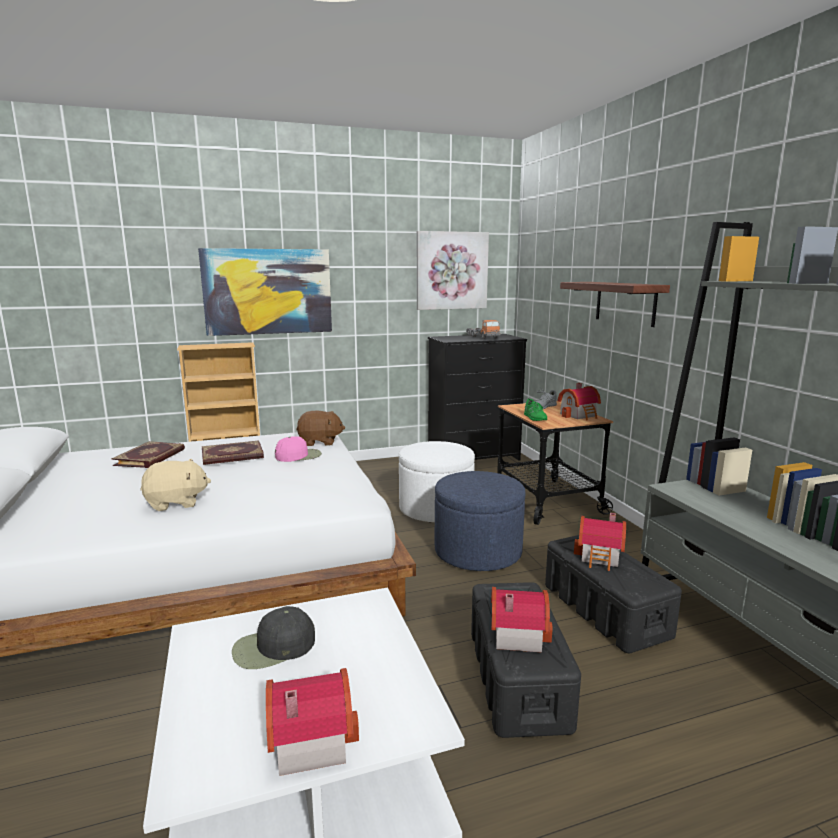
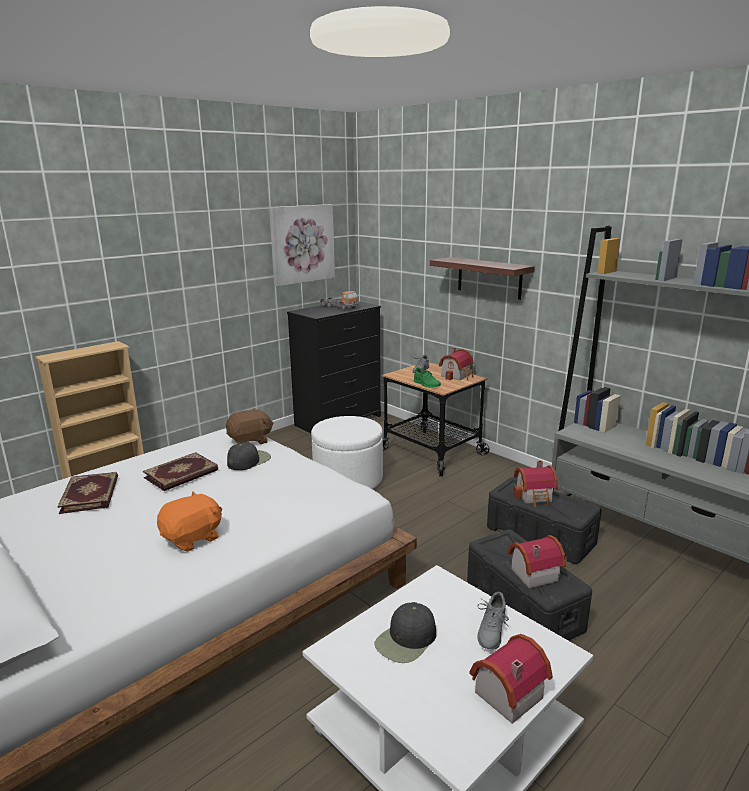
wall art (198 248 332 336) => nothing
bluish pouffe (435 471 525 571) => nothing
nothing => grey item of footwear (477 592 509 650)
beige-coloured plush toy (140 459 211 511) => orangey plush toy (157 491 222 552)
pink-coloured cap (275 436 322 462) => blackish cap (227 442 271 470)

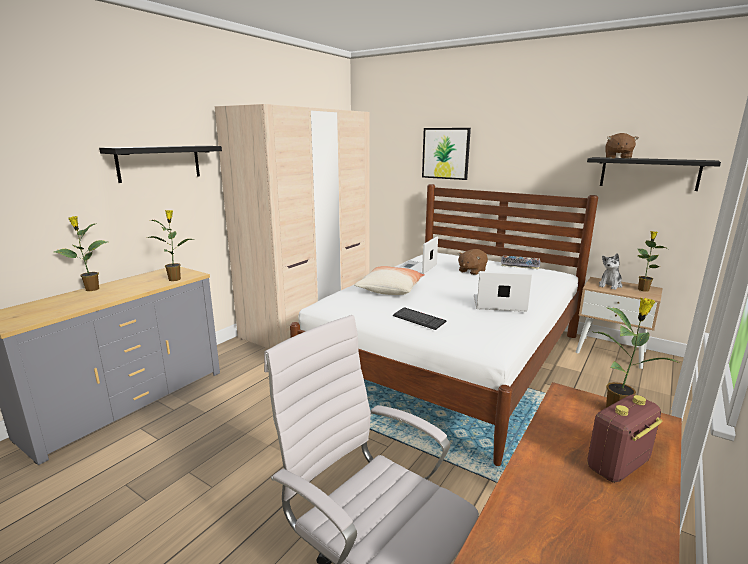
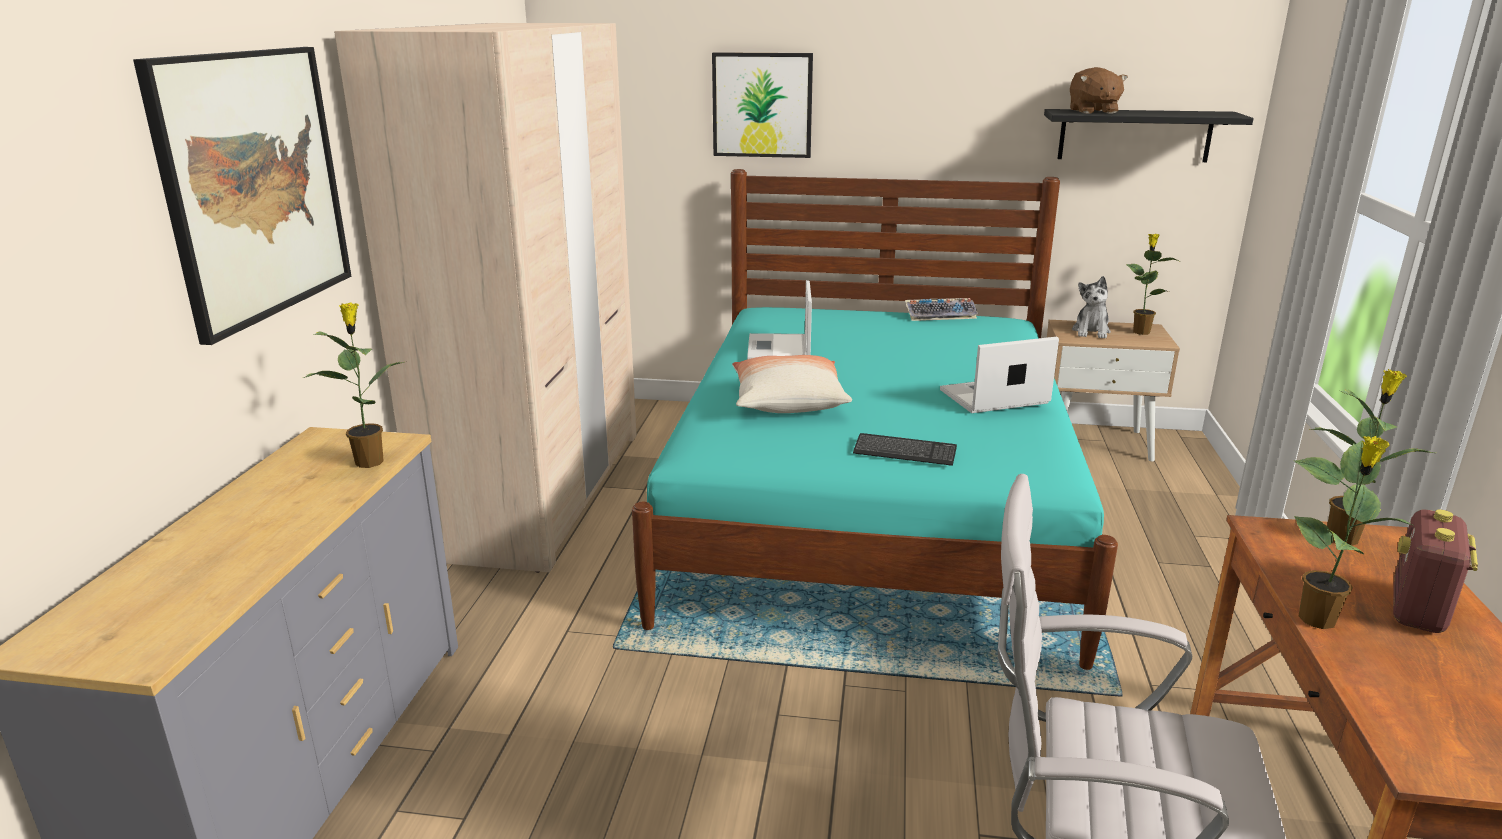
brown-coloured plush toy (458 249 488 275) => nothing
potted plant (54 216 108 291) => potted plant (1294 436 1412 629), relocated
blackish bracket shelf (99 146 222 183) => wall art (133 47 351 345)
whitish sleeping bed (290 184 598 466) => blue-green sleeping bed (632 169 1118 670)

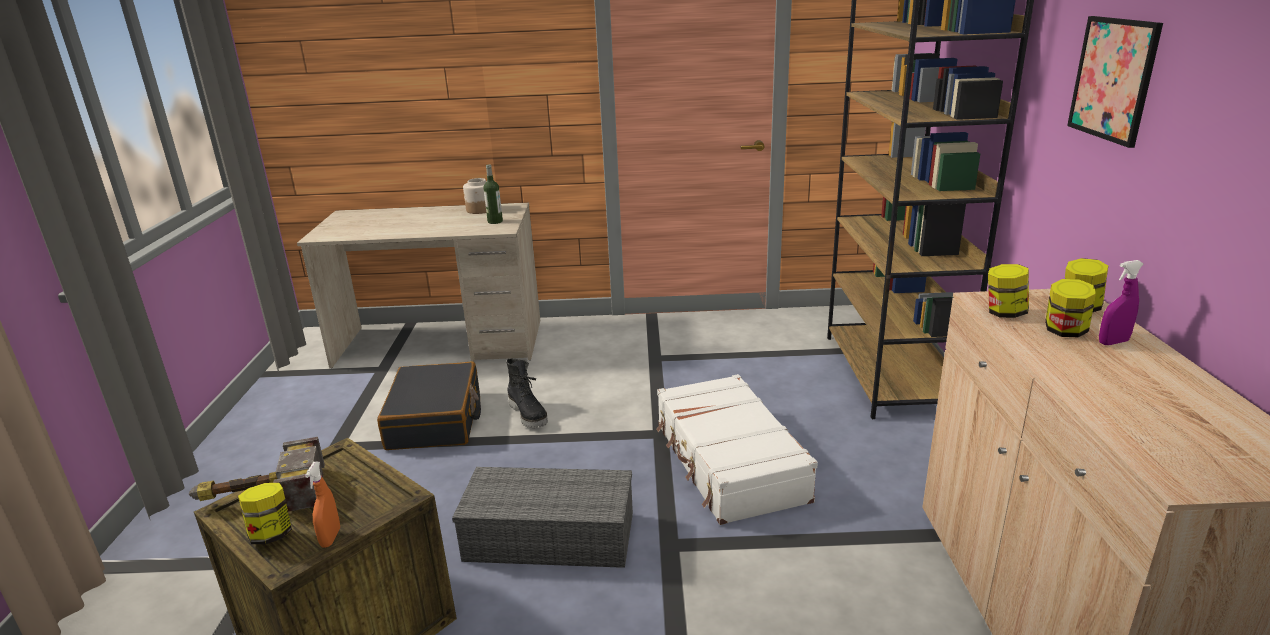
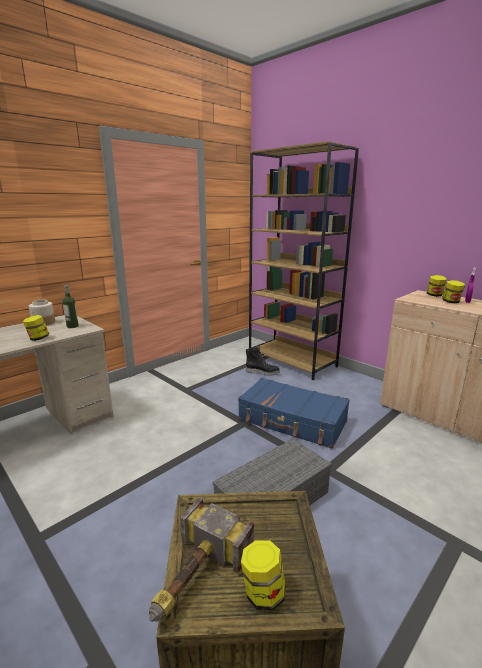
orangey hand sprayer (305 462 340 548) => nothing
blackish piece of luggage (377 361 481 450) => nothing
wall art (1067 16 1163 148) => nothing
blackish boot (506 358 548 428) => blackish boot (246 347 280 376), relocated
storage jar (988 264 1029 318) => storage jar (23 315 49 341), relocated
whitish piece of luggage (656 374 818 525) => bluish piece of luggage (238 377 350 449)

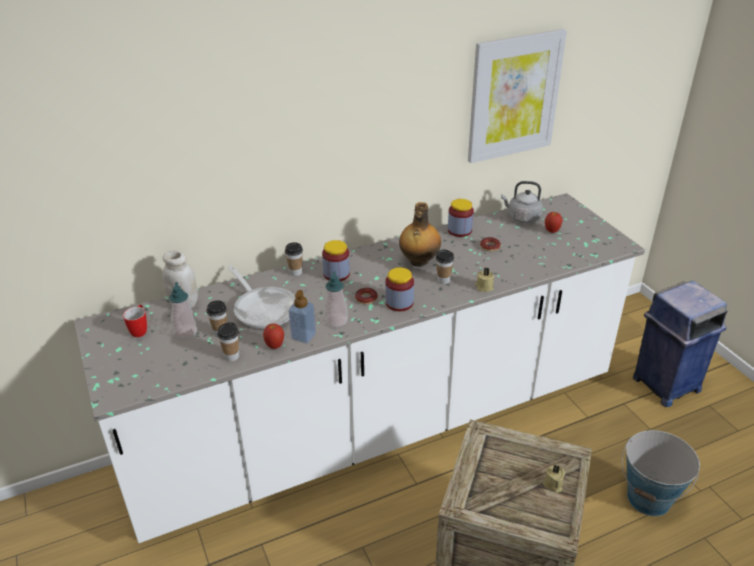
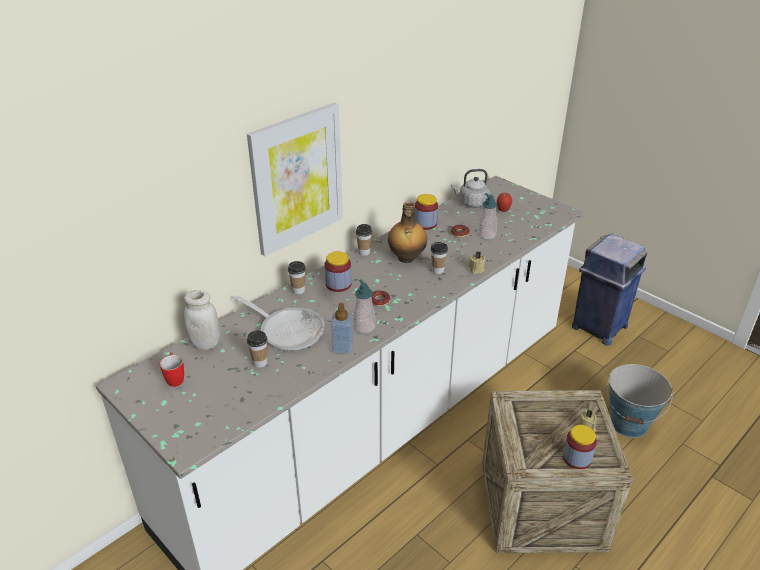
apple (263 324 284 349) => nothing
soap bottle (169 282 198 339) => soap bottle (477 193 497 240), relocated
drinking cup (217 322 239 361) => drinking cup (356 224 372 256), relocated
storage jar (385 267 414 311) => storage jar (563 425 597 469), relocated
wall art (468 29 567 163) => wall art (247 103 343 256), relocated

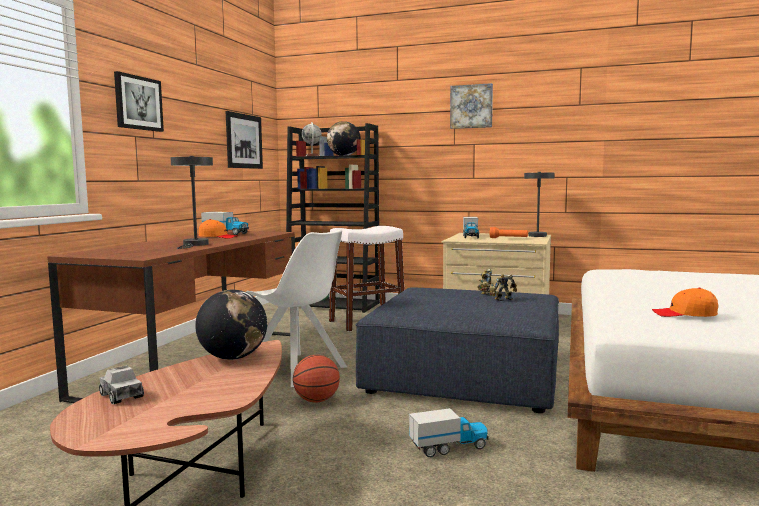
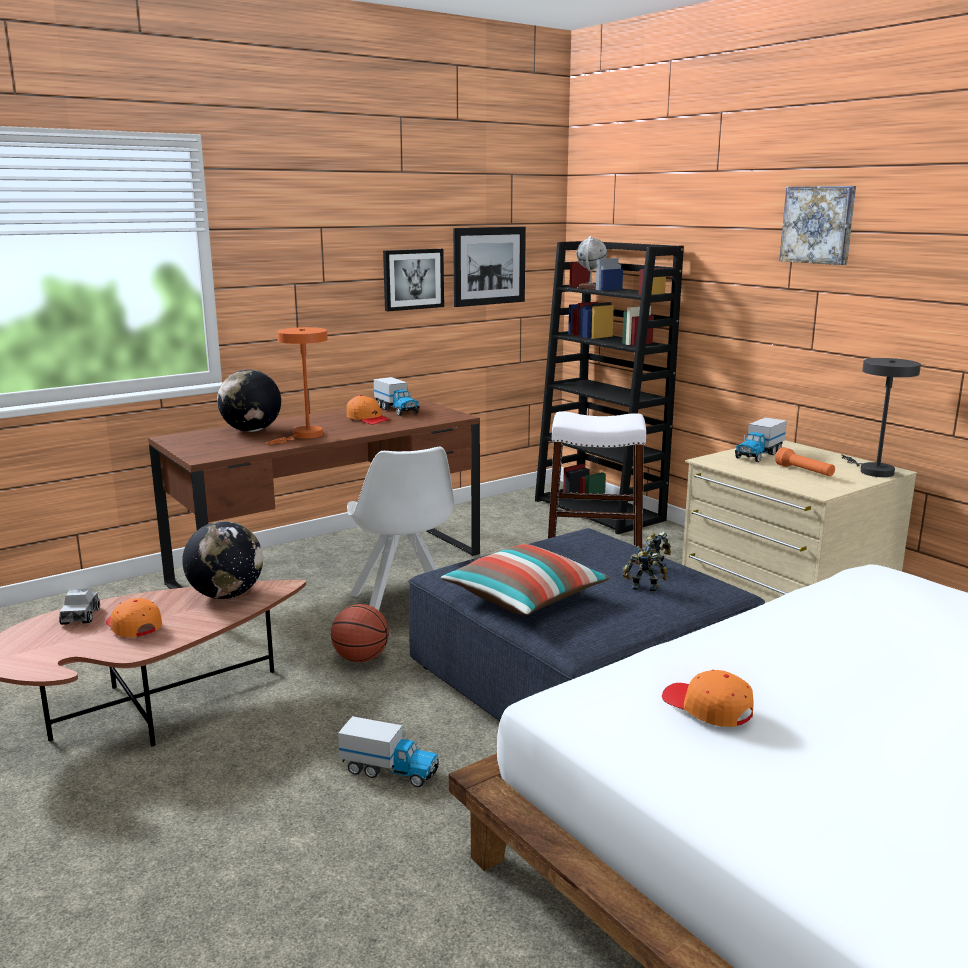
nothing => orangey cap (106 598 162 637)
nothing => throw pillow (441 544 610 615)
wall art (114 71 164 132) => wall art (383 249 444 311), relocated
globe (327 121 361 156) => globe (217 370 281 432), relocated
grey tabletop lamp (171 156 213 249) => orangey tabletop lamp (266 327 328 445)

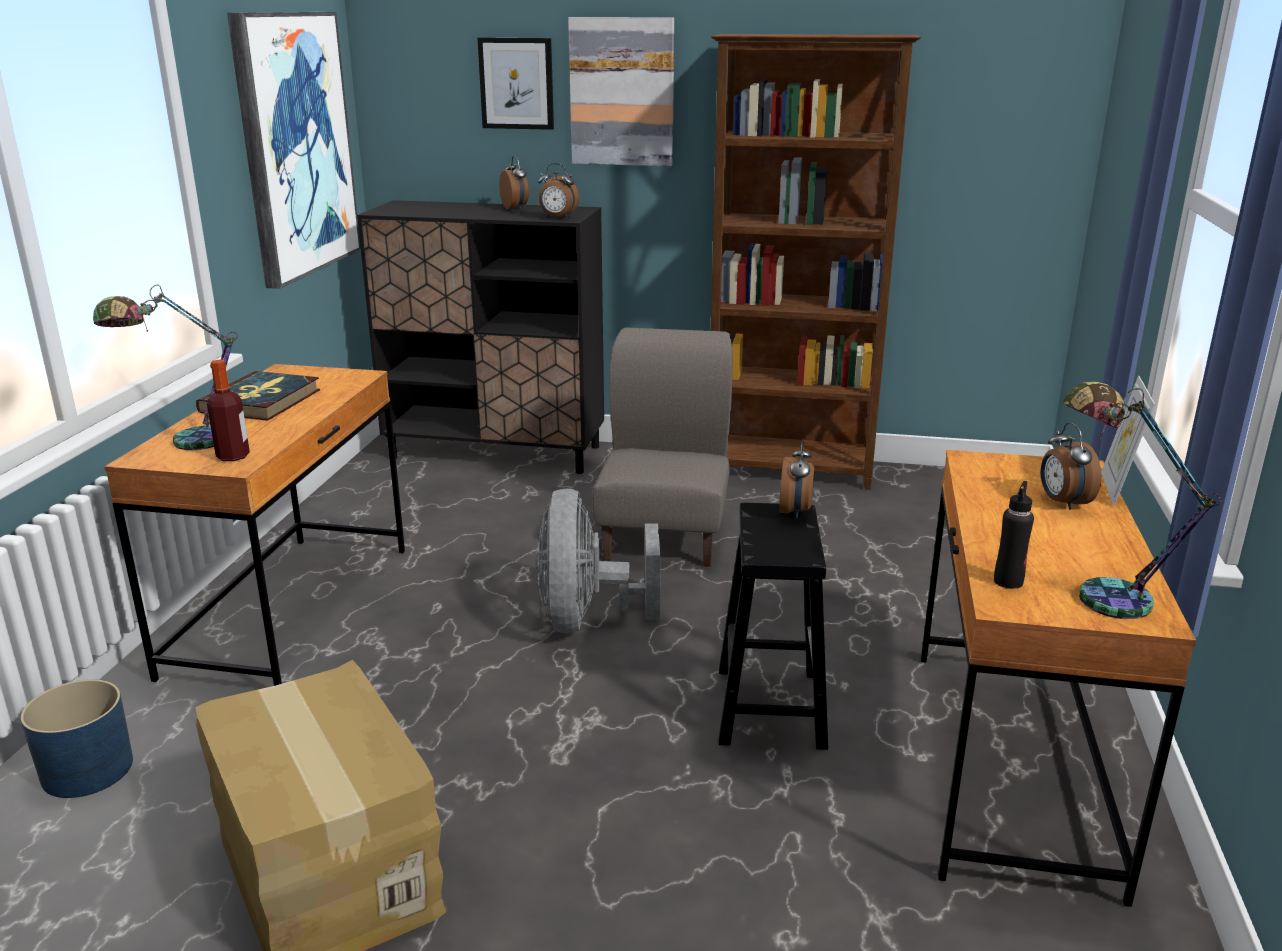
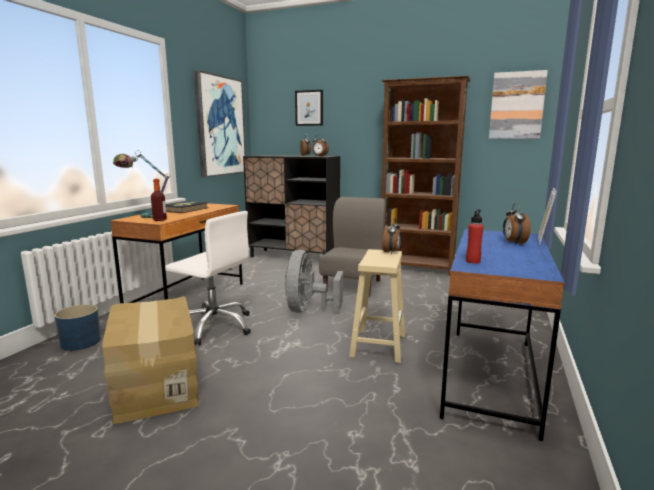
tabletop lamp (1063 381 1221 619) => nothing
nothing => whitish computer chair (165 211 251 346)
wall art (568 17 674 166) => wall art (489 70 548 139), relocated
blackish stool (719 503 828 750) => beige-coloured stool (349 249 405 363)
brown-coloured desk unit (921 450 1196 907) => bluish desk unit (440 229 565 441)
blackish beverage bottle (994 481 1034 589) => red beverage bottle (466 209 484 264)

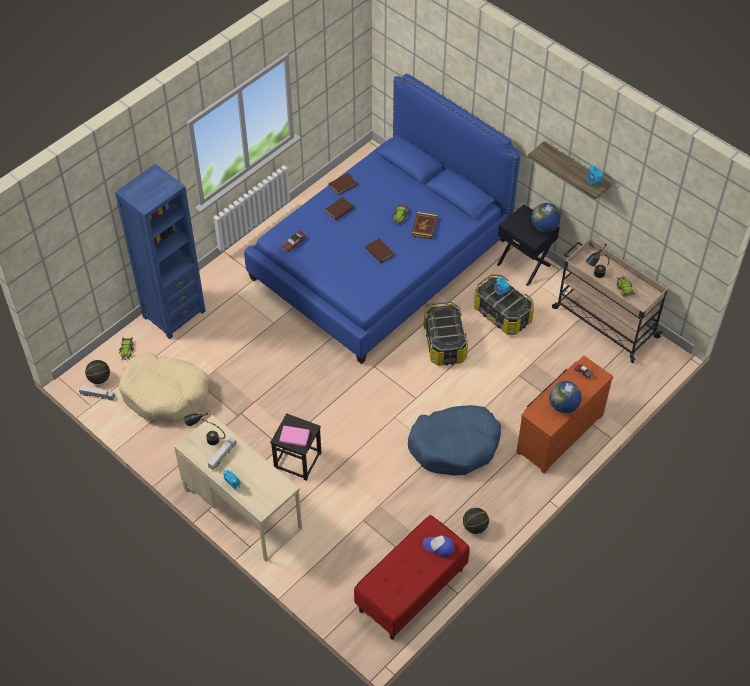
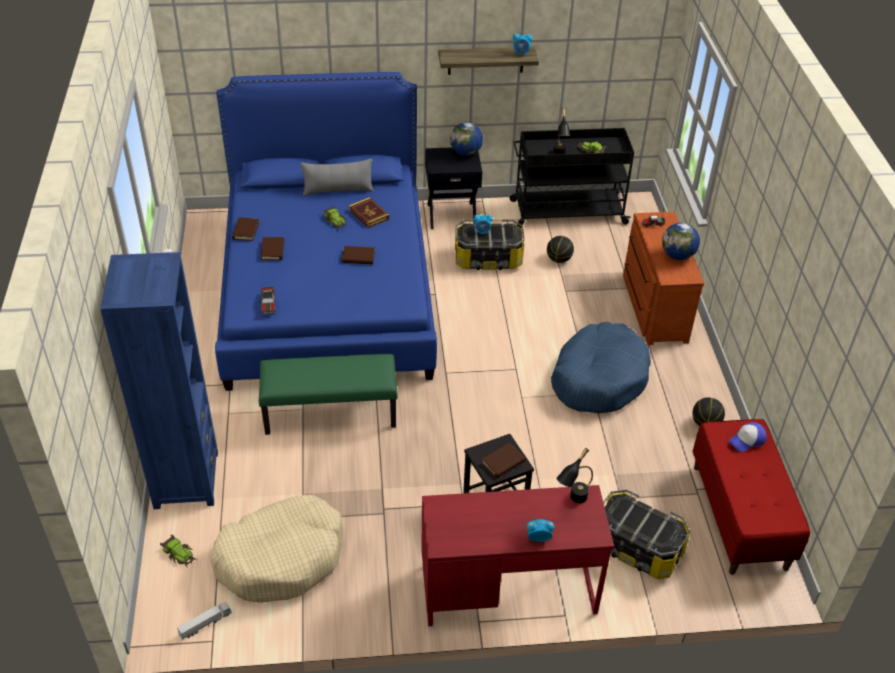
toy lorry (208 437 237 470) => nothing
nothing => green bench (259 354 398 435)
nothing => grey throw pillow (300 158 374 196)
basketball (85 360 110 384) => basketball (547 236 574 263), relocated
blackish tabletop lamp (184 411 226 445) => blackish tabletop lamp (556 448 593 503), relocated
storage container (424 301 468 366) => storage container (603 489 690 579), relocated
beige-coloured desk unit (174 415 302 561) => red desk unit (421 485 614 626)
pink-coloured volume (279 426 310 447) => brown-coloured volume (481 443 525 478)
beige-coloured wheeled cart (552 238 668 363) => blackish wheeled cart (510 128 634 228)

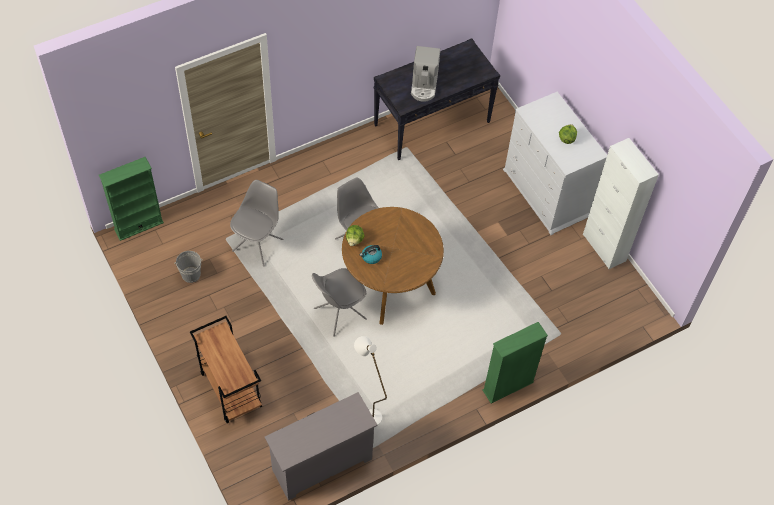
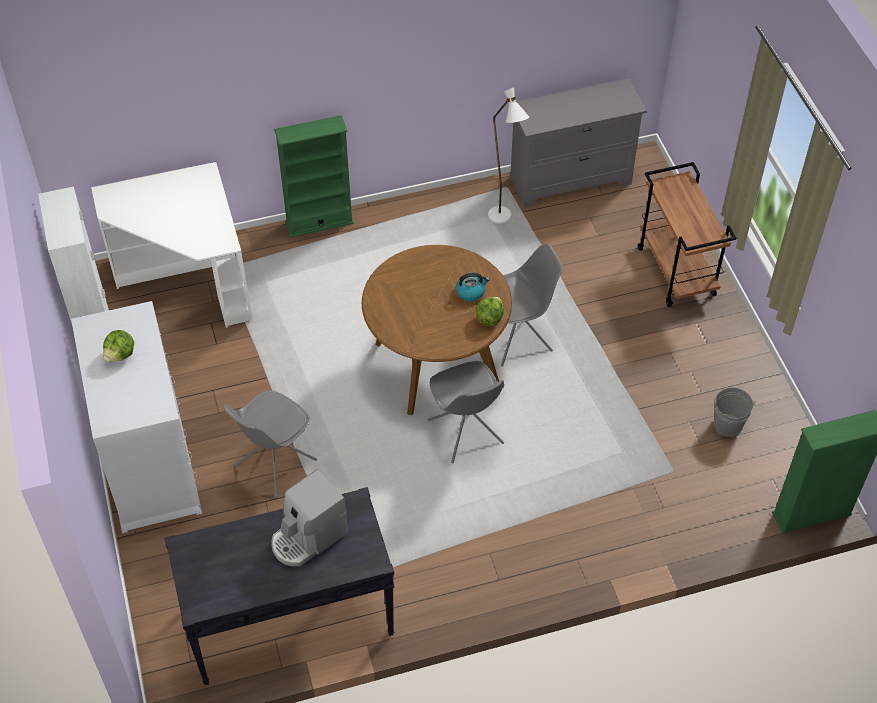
nothing => whitish desk unit (91 162 253 328)
grey plain chair (230 180 283 267) => grey plain chair (223 390 317 497), relocated
coffee machine (411 46 440 102) => coffee machine (271 470 348 566), 150 degrees counterclockwise

